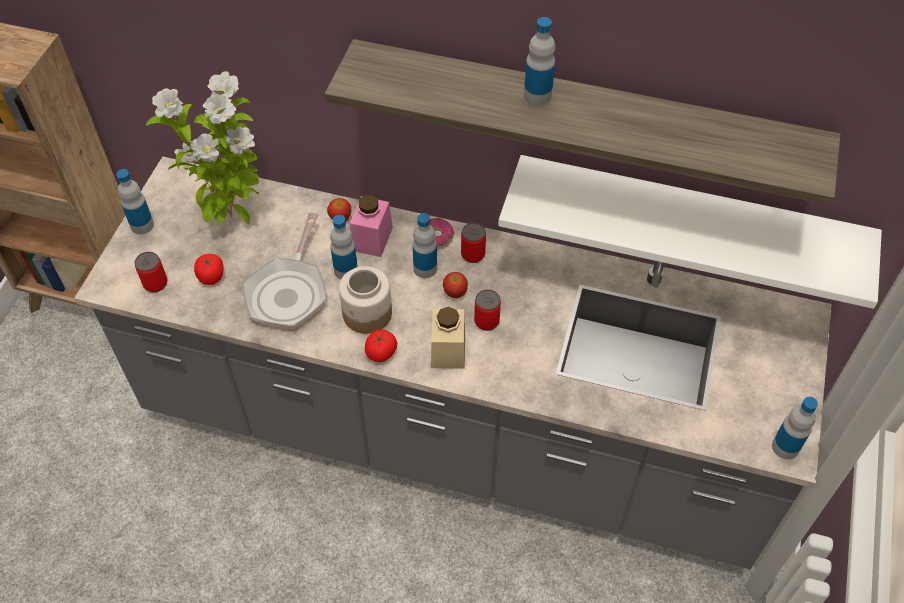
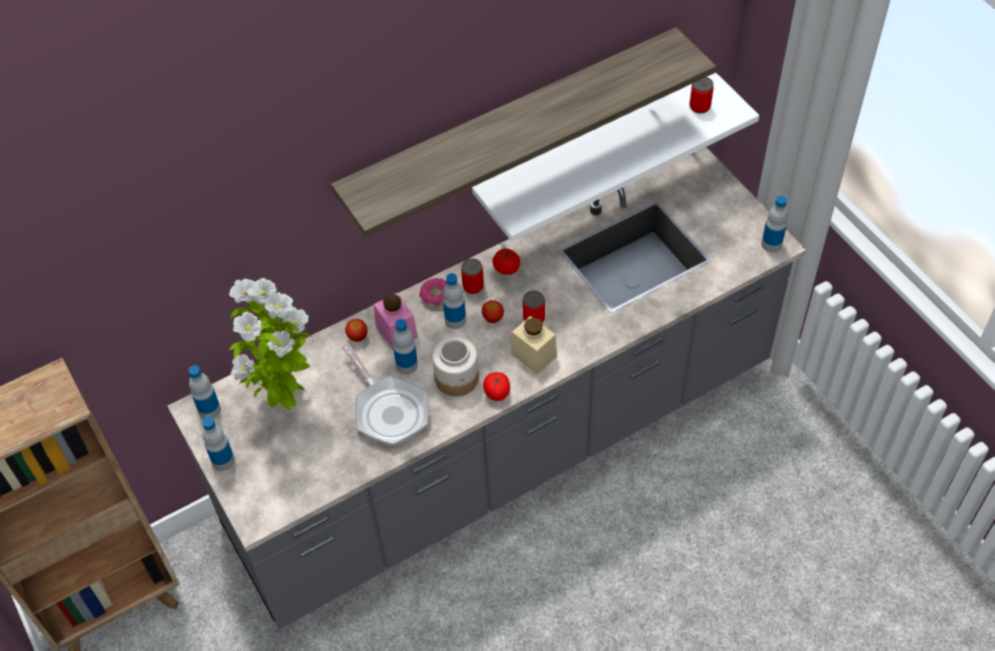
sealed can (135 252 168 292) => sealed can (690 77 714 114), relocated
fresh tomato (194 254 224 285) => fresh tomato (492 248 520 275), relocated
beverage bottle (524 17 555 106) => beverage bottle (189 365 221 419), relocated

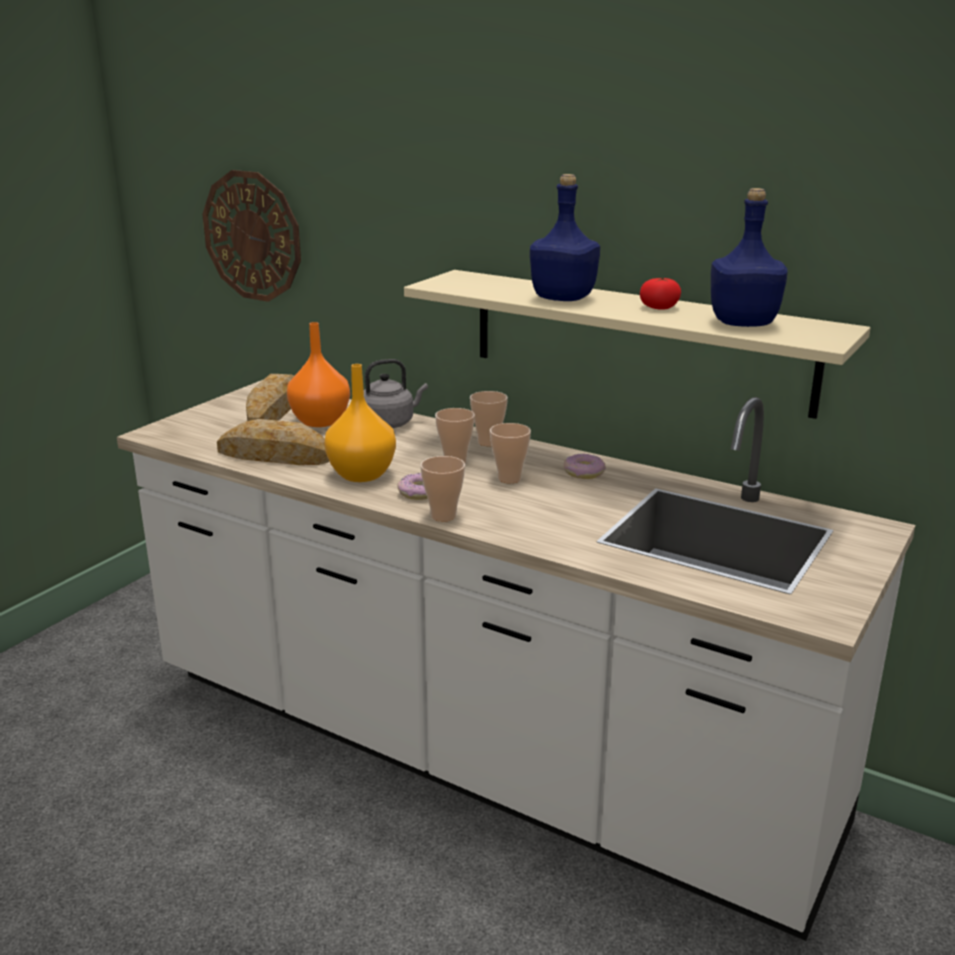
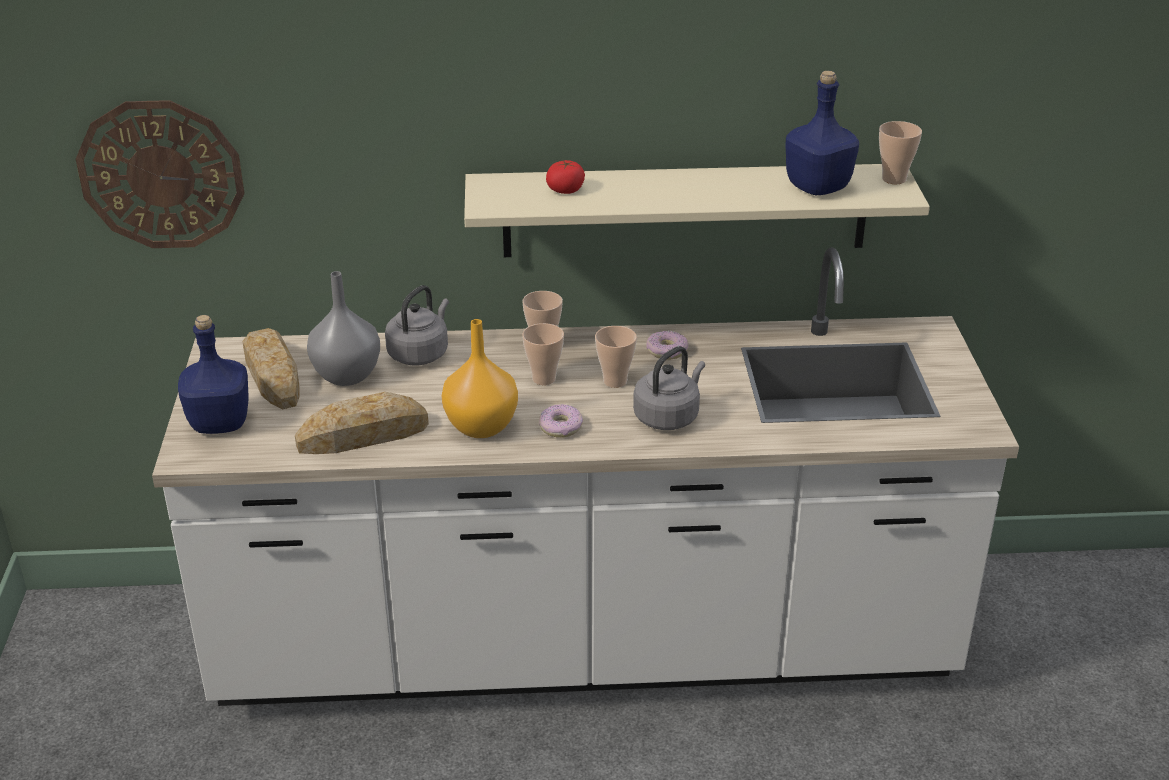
nothing => grey water kettle (633 346 705 430)
drinking cup (420 456 465 522) => drinking cup (879 121 922 184), relocated
bluish beverage bottle (530 174 600 301) => bluish beverage bottle (178 315 248 434), relocated
fresh tomato (640 278 681 310) => fresh tomato (546 160 585 194), relocated
orangey decorative vase (287 322 350 427) => grey decorative vase (307 271 380 386)

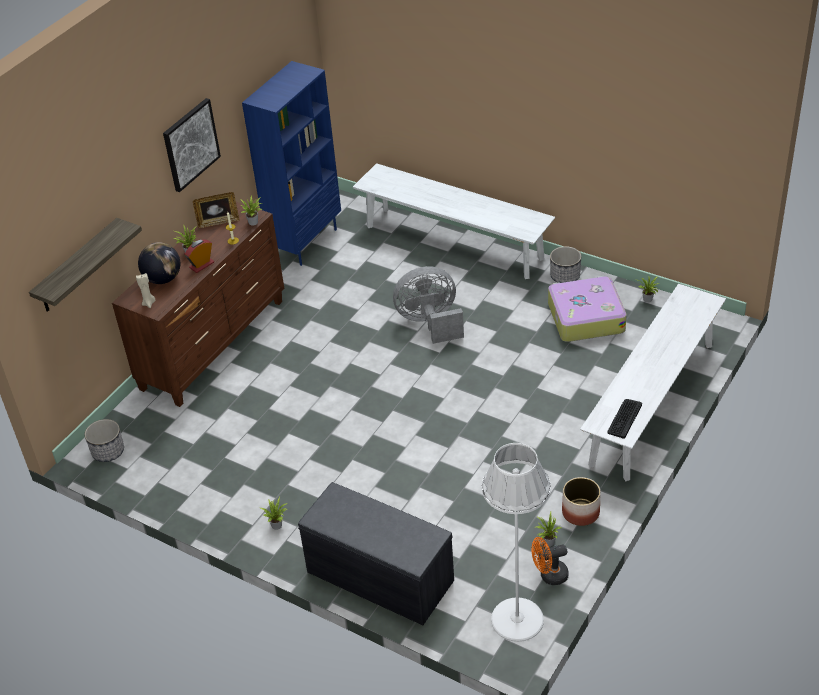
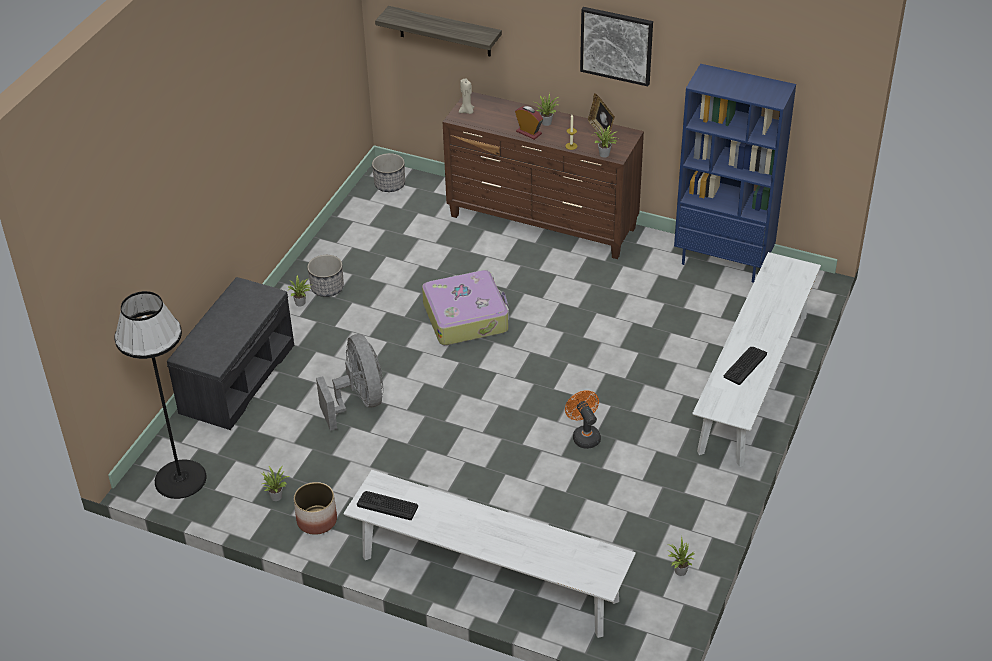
globe (138 242 180 284) => nothing
nothing => computer keyboard (724 347 767 385)
grey cooling fan (393 266 464 344) => grey cooling fan (316 334 384 431), relocated
orangey cooling fan (531 537 569 585) => orangey cooling fan (565 390 601 449), relocated
piece of luggage (548 276 627 342) => piece of luggage (422 270 509 345), relocated
planter (550 246 581 283) => planter (307 255 344 297), relocated
whitish standard lamp (482 443 551 642) => blackish standard lamp (115 291 207 499)

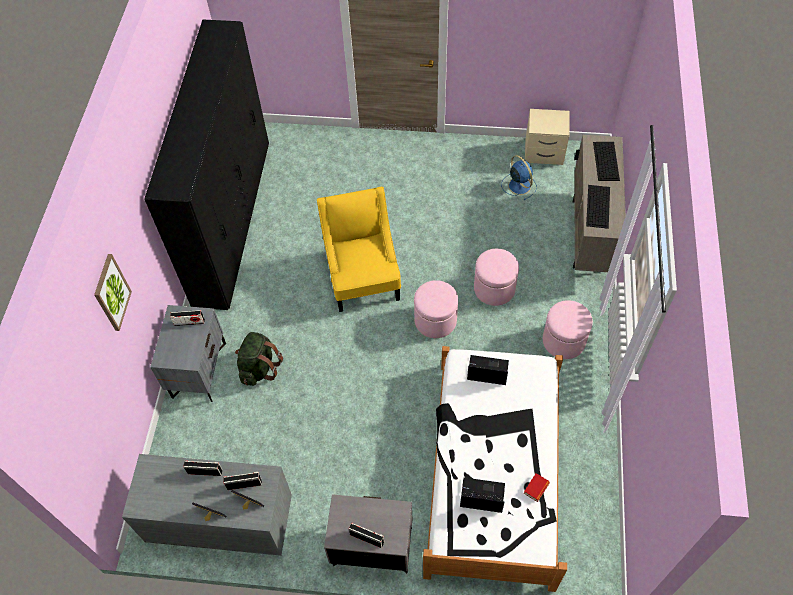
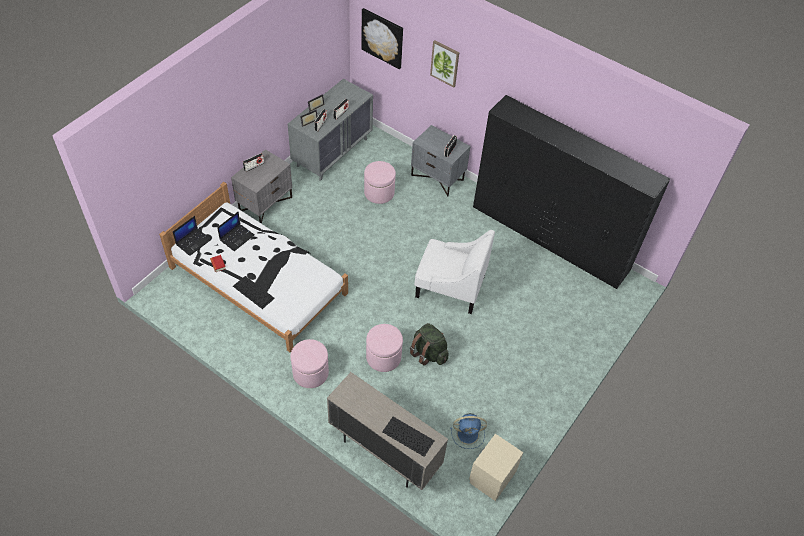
nothing => wall art (362 8 403 69)
green rucksack (235 332 283 386) => green rucksack (410 323 449 366), relocated
pink-coloured pouffe (414 280 458 338) => pink-coloured pouffe (364 161 396 204), relocated
notebook computer (467 355 509 385) => notebook computer (173 216 211 256), relocated
computer keyboard (586 185 610 229) => computer keyboard (233 276 275 309), relocated
yellowish lounge chair (317 187 401 312) => whitish lounge chair (414 230 495 314)

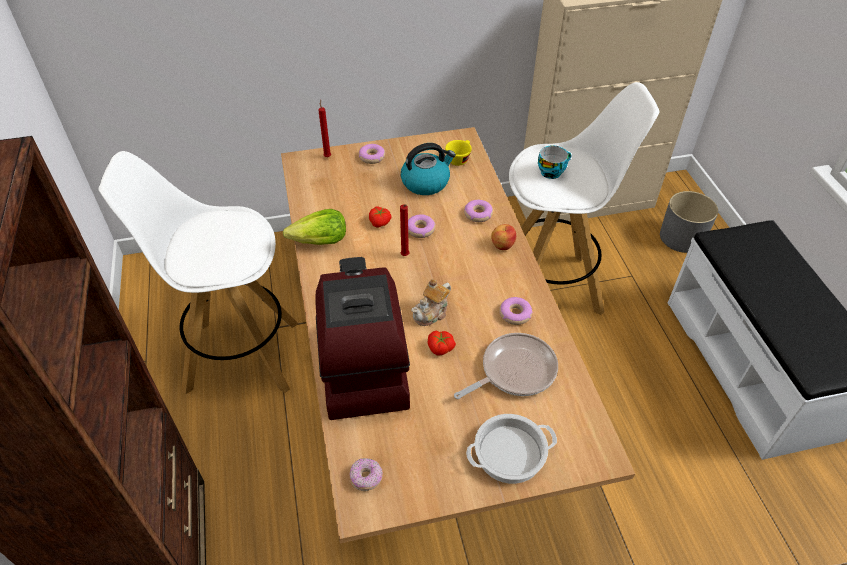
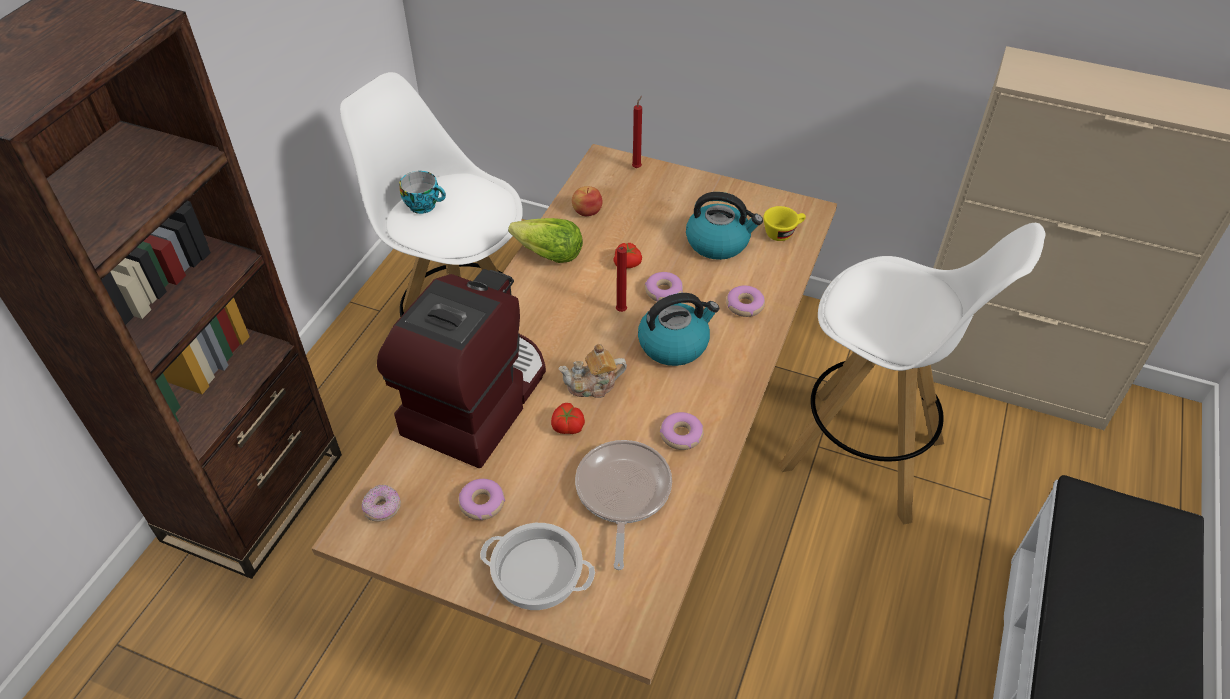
grey planter (660 191 718 253) => nothing
nothing => water kettle (638 293 719 366)
doughnut (359 144 385 164) => doughnut (458 479 505 520), relocated
apple (491 224 516 250) => apple (572 186 602 216), relocated
drinking cup (538 145 571 179) => drinking cup (399 171 446 214), relocated
pan (454 333 558 399) => pan (575 440 672 570), 90 degrees counterclockwise

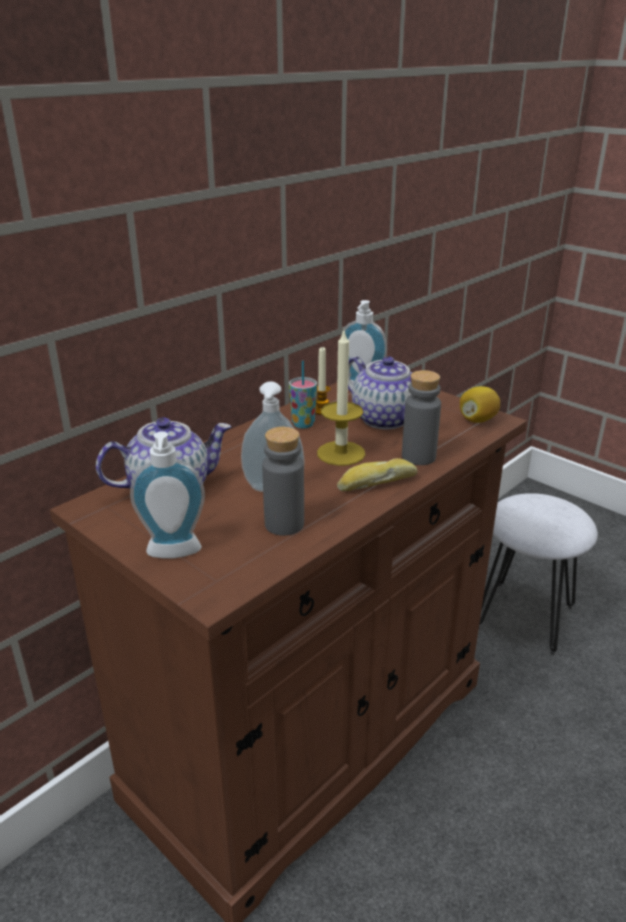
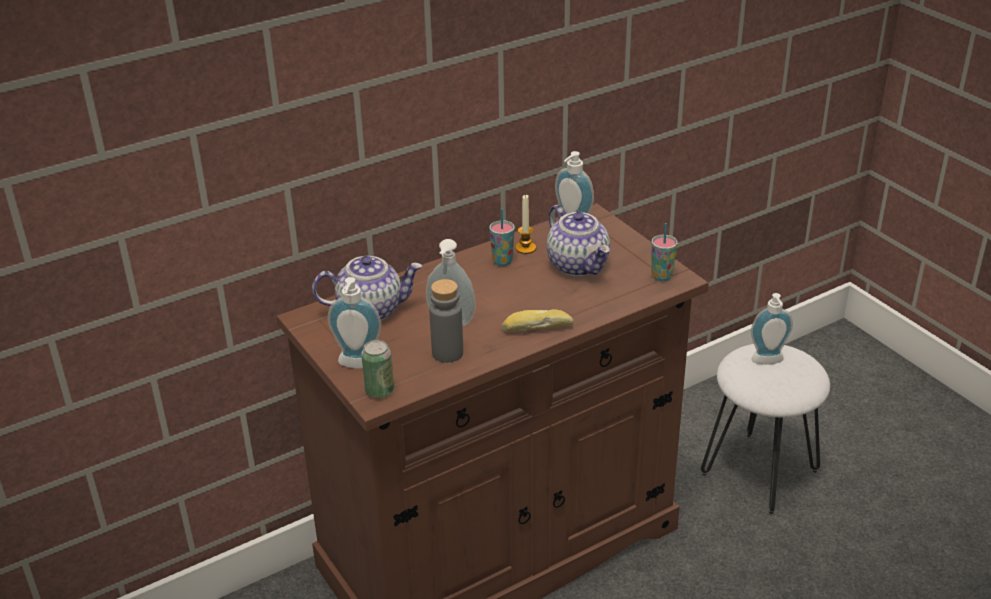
wax candle (317 331 365 466) => nothing
grey beverage bottle (402 370 441 465) => nothing
nothing => sealed can (361 340 394 398)
nothing => soap bottle (751 293 793 365)
lemon (460 386 500 423) => drinking cup (651 223 678 281)

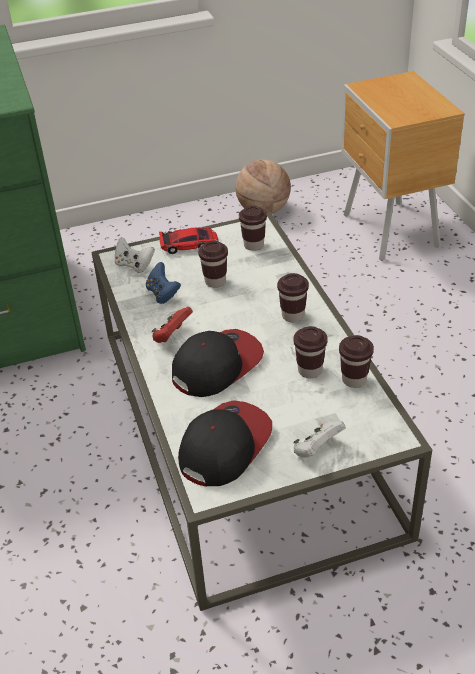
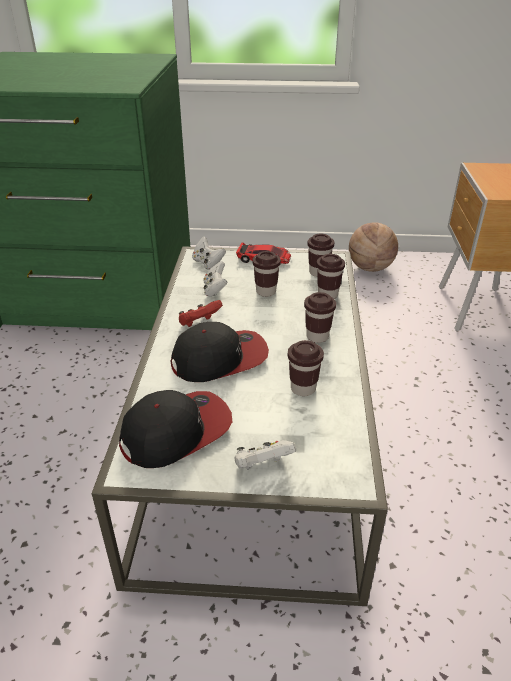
brown-coloured drinking cup (339 335 374 388) => brown-coloured drinking cup (316 254 345 299), relocated
bluish game controller (146 262 181 304) => whitish game controller (204 261 228 297)

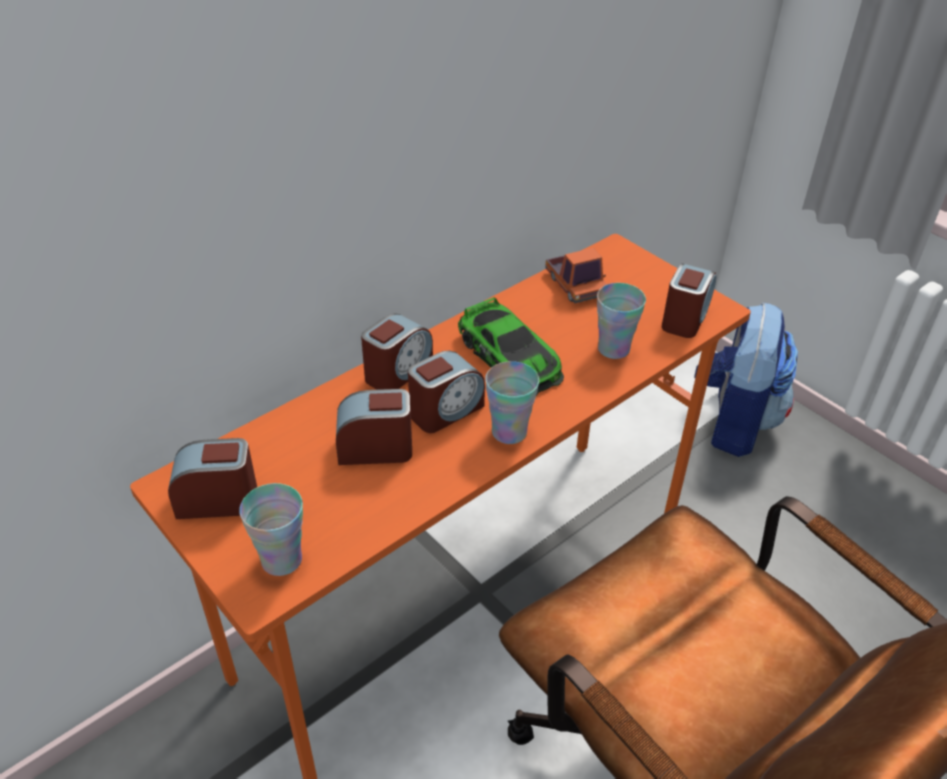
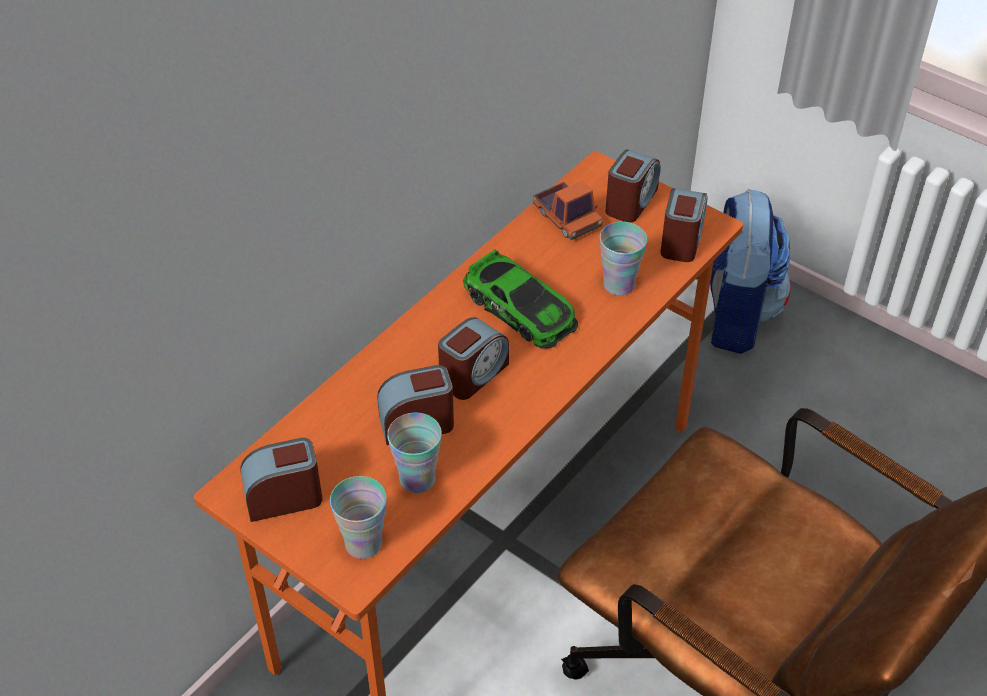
alarm clock (361 313 433 390) => alarm clock (605 150 661 223), relocated
drinking cup (485 361 539 444) => drinking cup (387 413 442 493), relocated

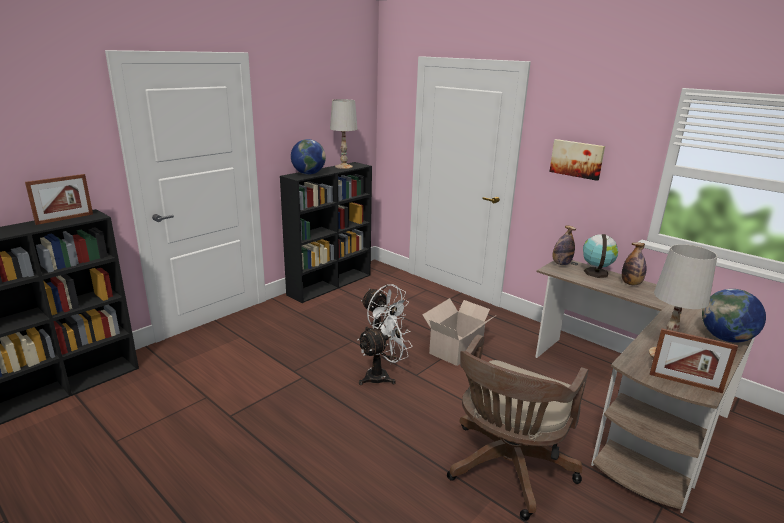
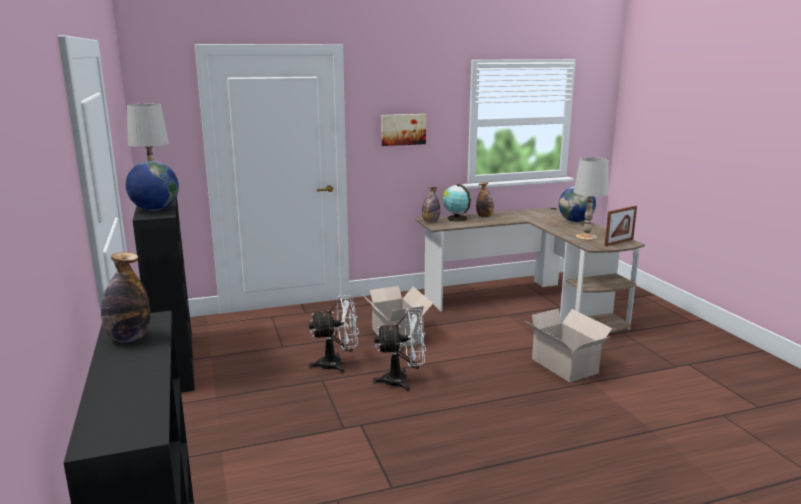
standing frame (25 174 93 225) => beverage bottle (101 252 150 342)
brown-coloured computer chair (447 335 588 521) => packing box (525 308 613 382)
whitish cooling fan (357 310 412 385) => whitish cooling fan (373 309 426 391), 90 degrees clockwise

